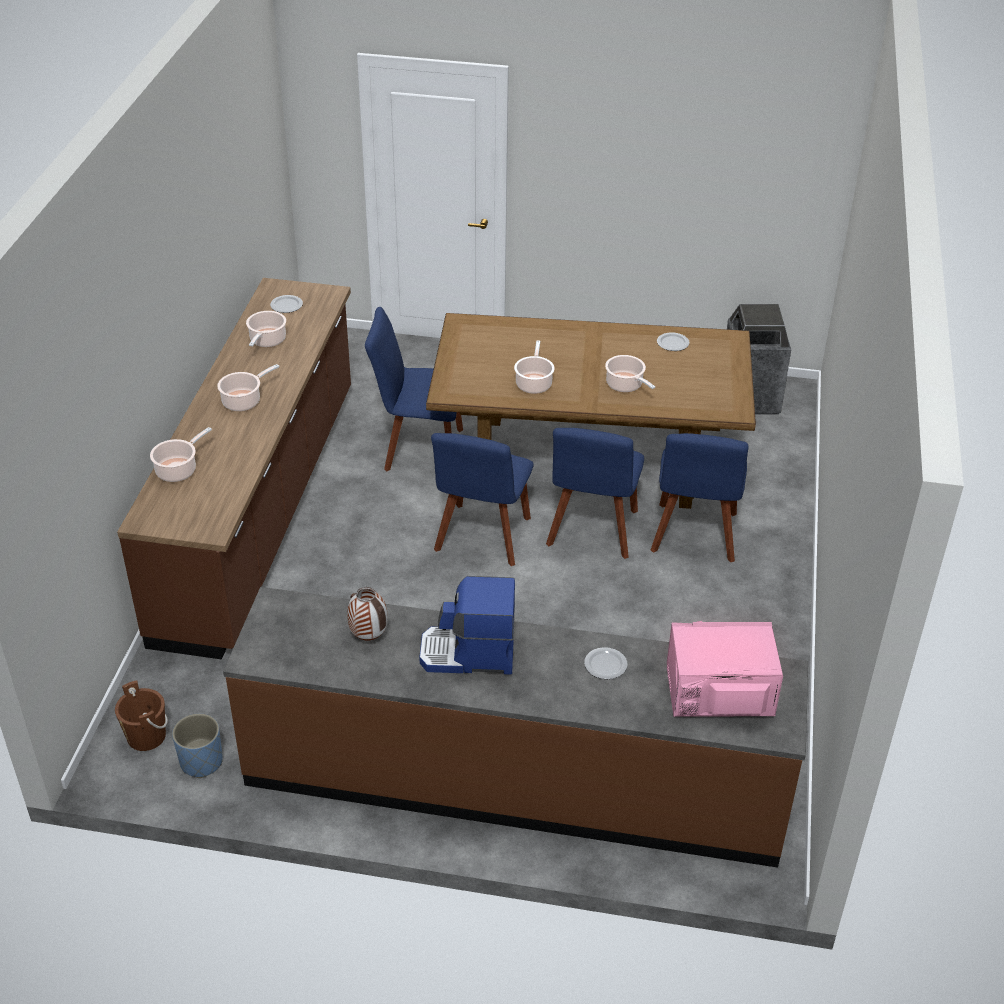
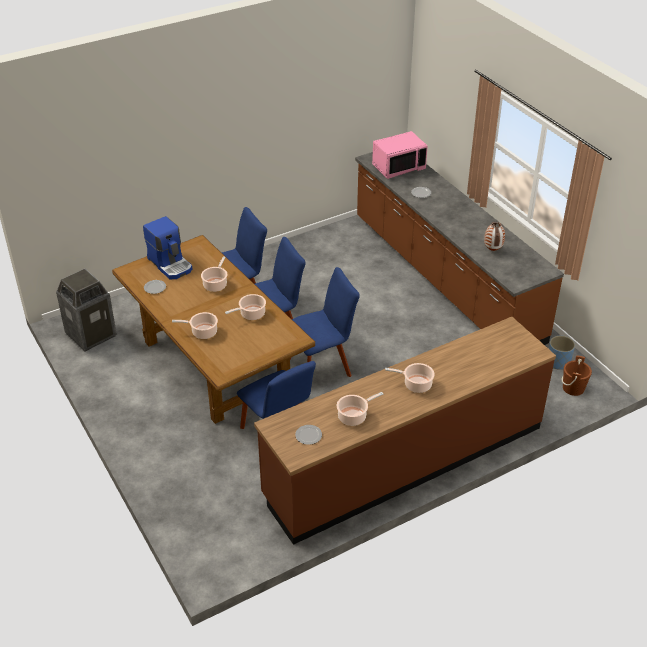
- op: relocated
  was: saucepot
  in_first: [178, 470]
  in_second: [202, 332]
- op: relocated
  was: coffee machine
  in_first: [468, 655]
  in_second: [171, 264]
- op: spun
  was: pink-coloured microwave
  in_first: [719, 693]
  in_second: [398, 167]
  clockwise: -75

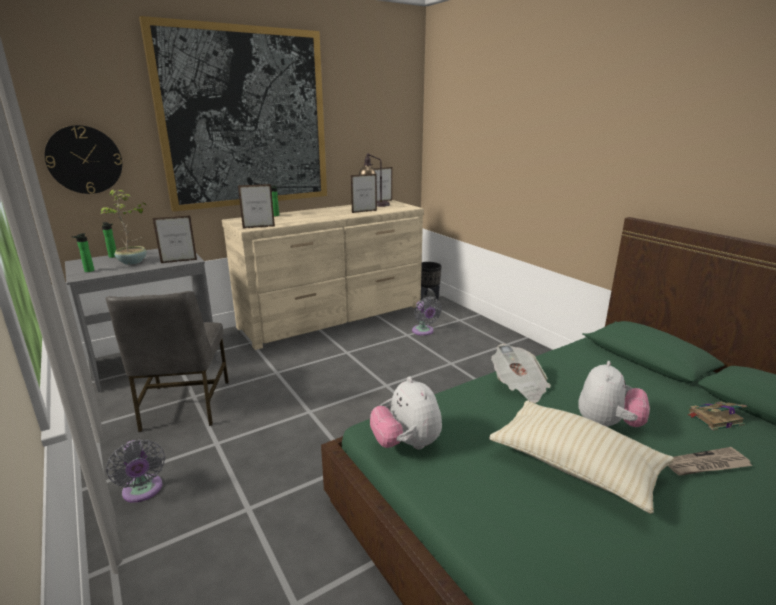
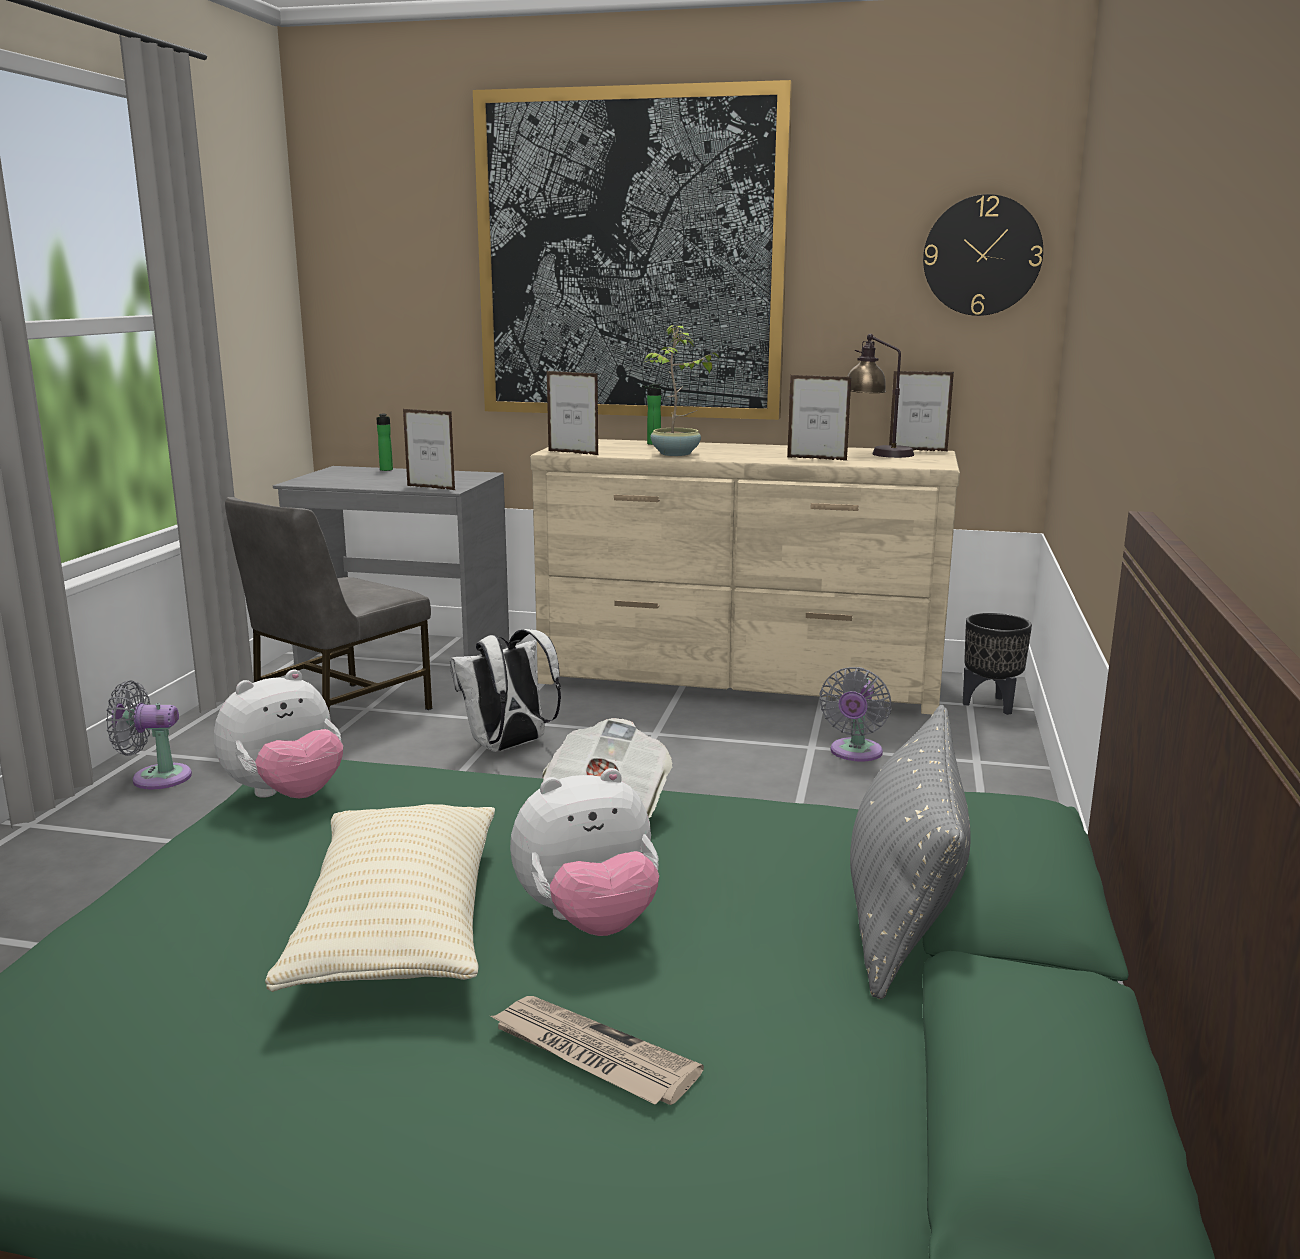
- op: relocated
  was: clock on the wall
  in_first: [84, 160]
  in_second: [982, 255]
- op: relocated
  was: houseplant
  in_first: [133, 262]
  in_second: [676, 454]
- op: missing
  was: bottle
  in_first: [88, 271]
- op: spun
  was: soft toy
  in_first: [406, 444]
  in_second: [286, 795]
  clockwise: -150
- op: missing
  was: volume
  in_first: [714, 418]
- op: spun
  was: greyish electric fan
  in_first: [143, 491]
  in_second: [155, 777]
  clockwise: 75
- op: appeared
  now: white backpack
  in_second: [508, 746]
- op: appeared
  now: greyish throw pillow
  in_second: [903, 911]

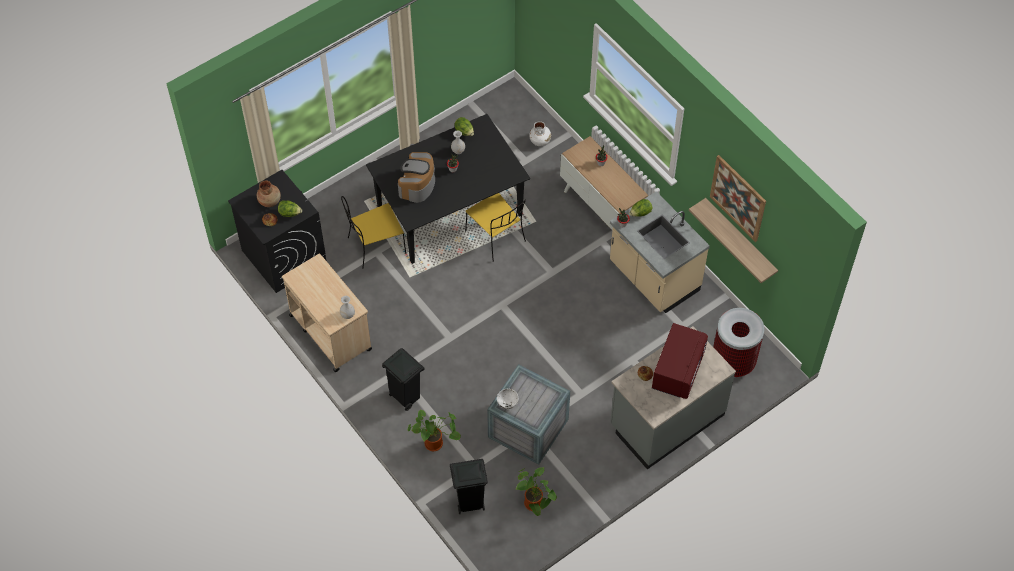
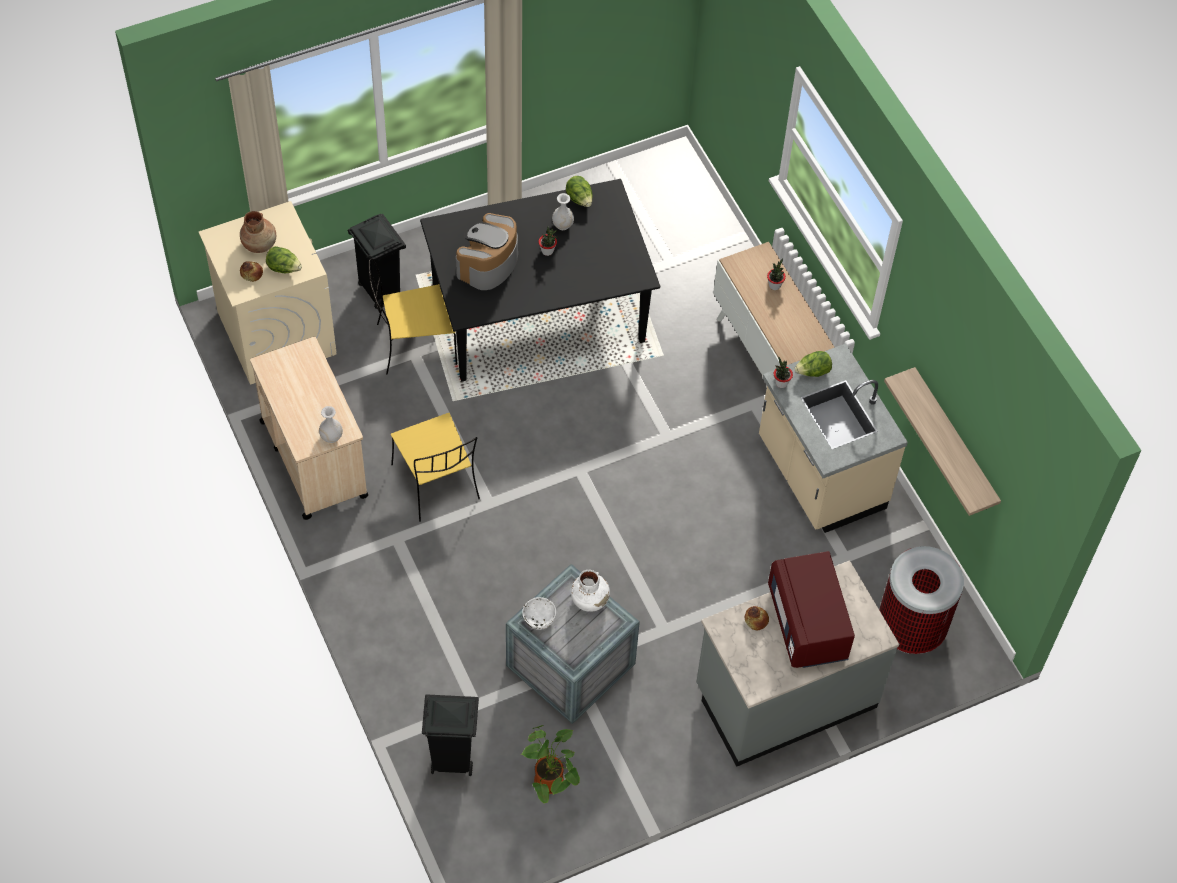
- op: relocated
  was: white vase
  in_first: [540, 141]
  in_second: [590, 599]
- op: missing
  was: wall picture
  in_first: [738, 198]
- op: colour
  was: blackish washing machine
  now: beige washing machine
  in_first: [283, 256]
  in_second: [276, 332]
- op: relocated
  was: yellowish plain chair
  in_first: [496, 237]
  in_second: [437, 484]
- op: spun
  was: red microwave
  in_first: [677, 370]
  in_second: [808, 624]
  clockwise: 135
- op: relocated
  was: blackish rubbish bin
  in_first: [405, 397]
  in_second: [380, 291]
- op: missing
  was: houseplant
  in_first: [436, 443]

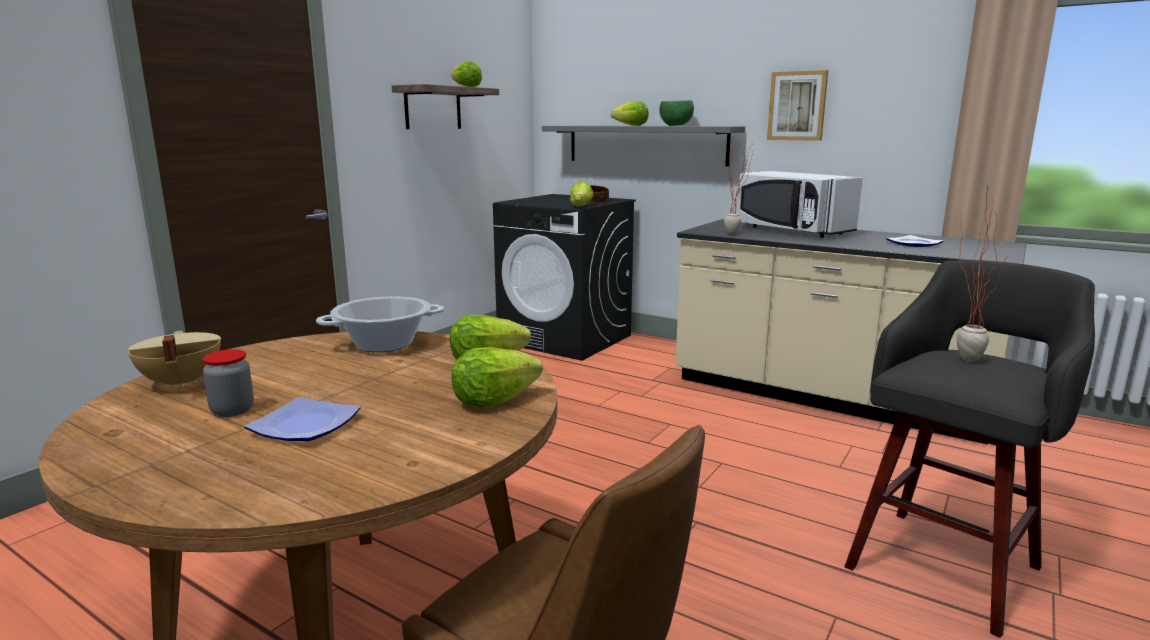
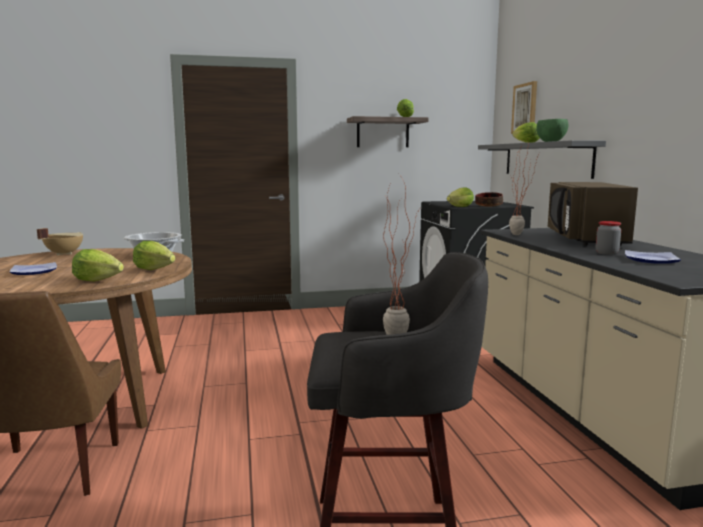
- op: relocated
  was: wall picture
  in_first: [797, 106]
  in_second: [525, 108]
- op: colour
  was: white microwave
  now: brown microwave
  in_first: [791, 230]
  in_second: [584, 239]
- op: relocated
  was: preserve jar
  in_first: [232, 410]
  in_second: [606, 253]

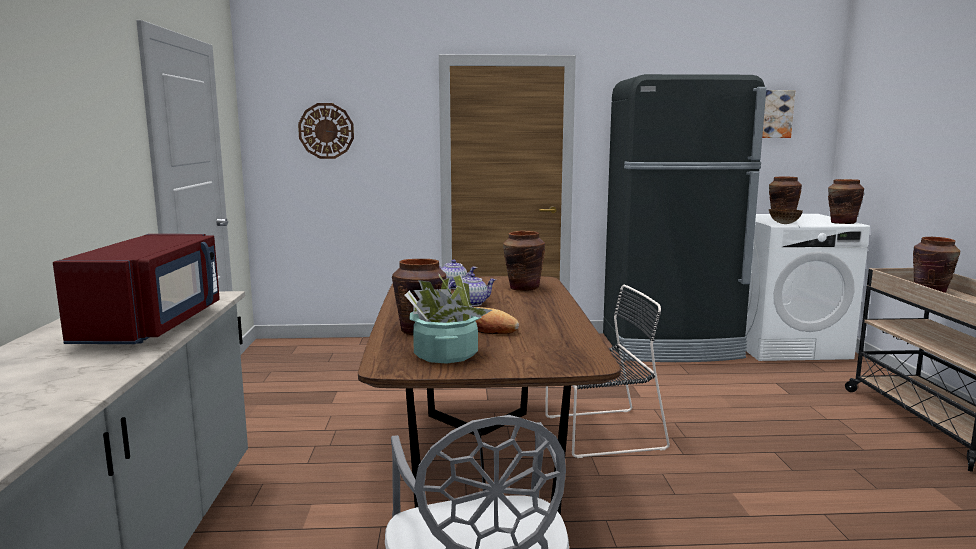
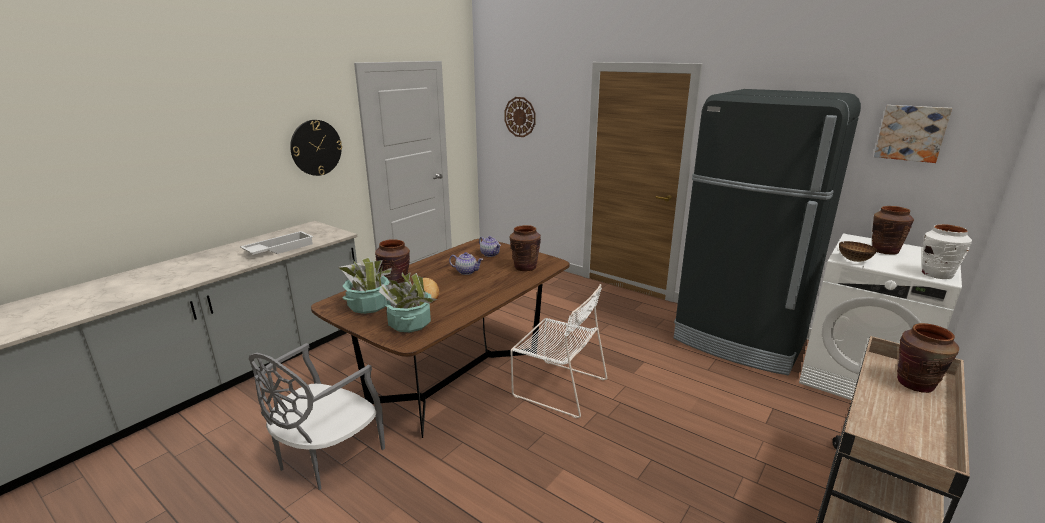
- op: colour
  was: brown vase
  now: white vase
  in_first: [842, 223]
  in_second: [936, 274]
- op: exchanged
  was: red microwave
  now: white serving tray
  in_first: [154, 325]
  in_second: [279, 248]
- op: colour
  was: blackish plain chair
  now: white plain chair
  in_first: [599, 432]
  in_second: [557, 386]
- op: appeared
  now: clock on the wall
  in_second: [316, 147]
- op: appeared
  now: houseplant
  in_second: [409, 323]

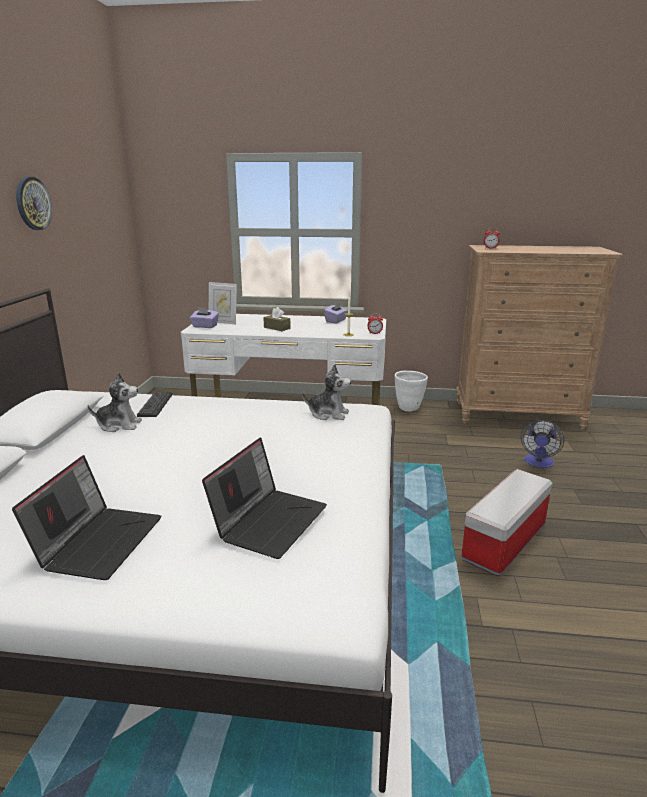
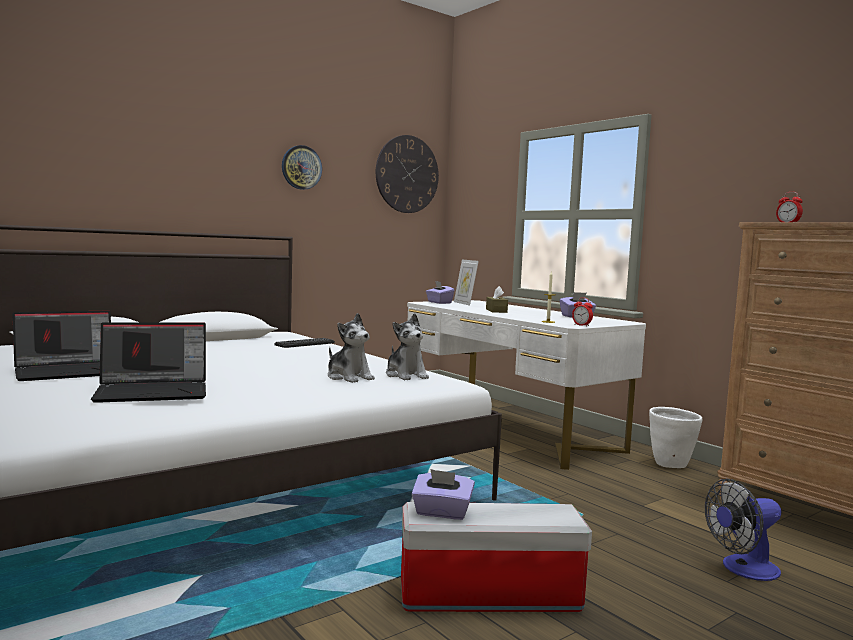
- op: relocated
  was: soft toy
  in_first: [119, 425]
  in_second: [349, 377]
- op: appeared
  now: clock on the wall
  in_second: [407, 174]
- op: appeared
  now: purple-coloured box of tissues
  in_second: [442, 513]

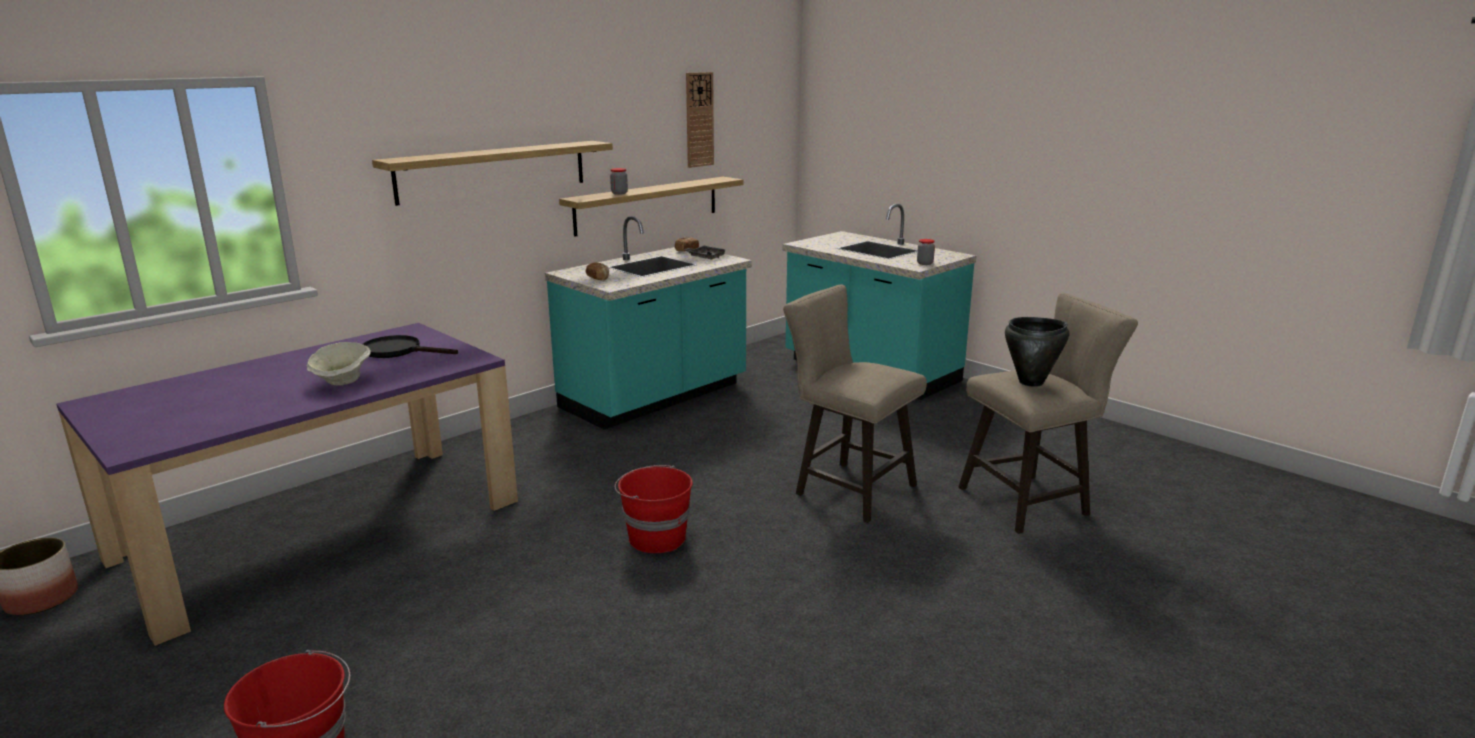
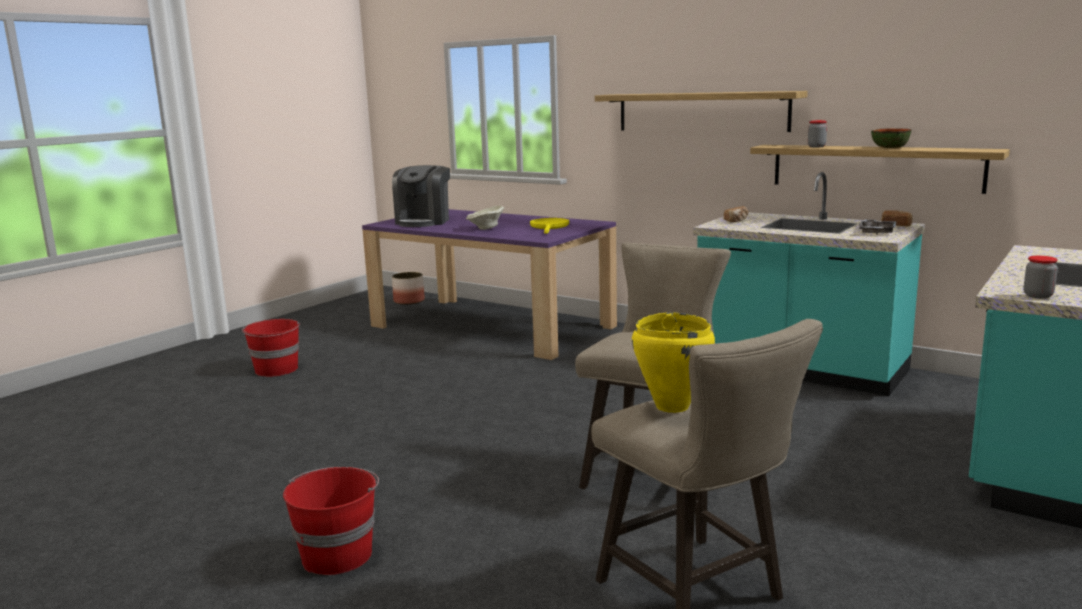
- op: missing
  was: clock on the wall
  in_first: [699, 120]
- op: colour
  was: blackish saucepot
  now: yellowish saucepot
  in_first: [1031, 382]
  in_second: [671, 406]
- op: colour
  was: blackish skillet
  now: yellowish skillet
  in_first: [399, 351]
  in_second: [549, 227]
- op: relocated
  was: red bucket
  in_first: [655, 538]
  in_second: [337, 554]
- op: appeared
  now: deep dish
  in_second: [889, 148]
- op: appeared
  now: coffee machine
  in_second: [424, 221]

